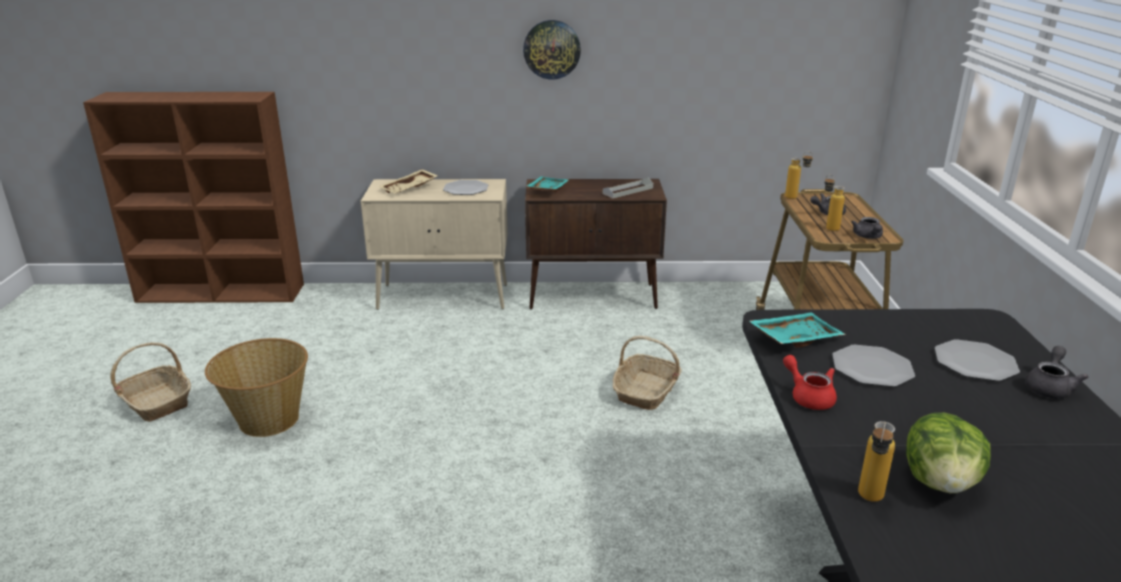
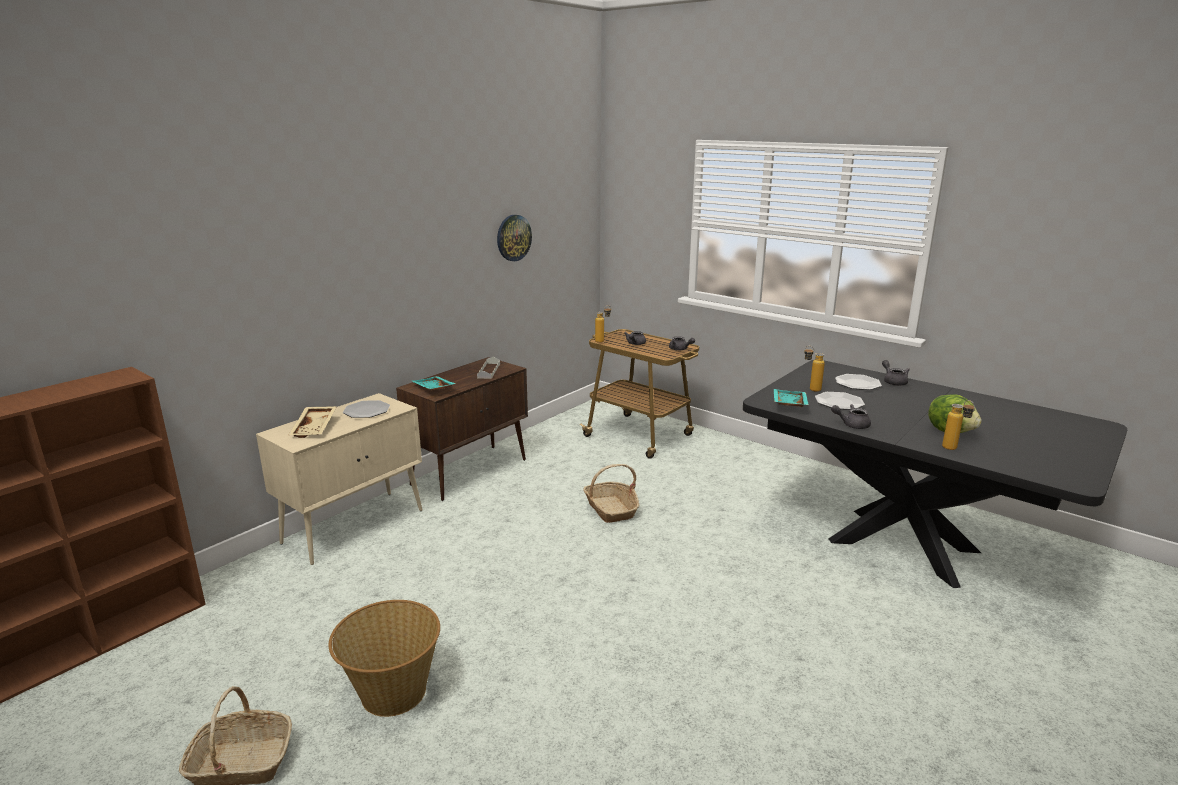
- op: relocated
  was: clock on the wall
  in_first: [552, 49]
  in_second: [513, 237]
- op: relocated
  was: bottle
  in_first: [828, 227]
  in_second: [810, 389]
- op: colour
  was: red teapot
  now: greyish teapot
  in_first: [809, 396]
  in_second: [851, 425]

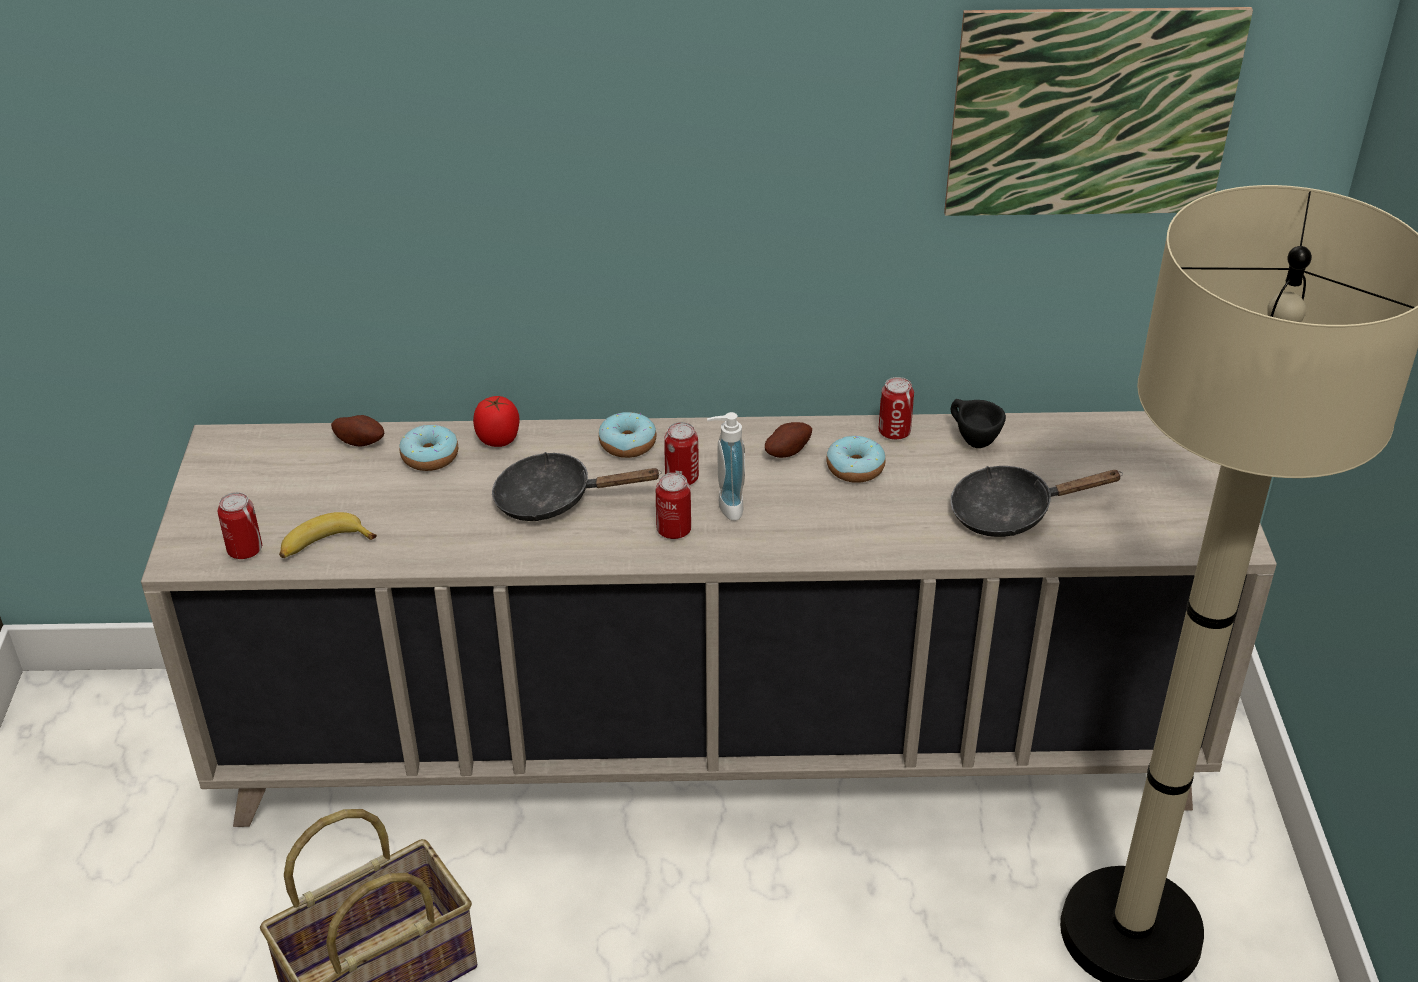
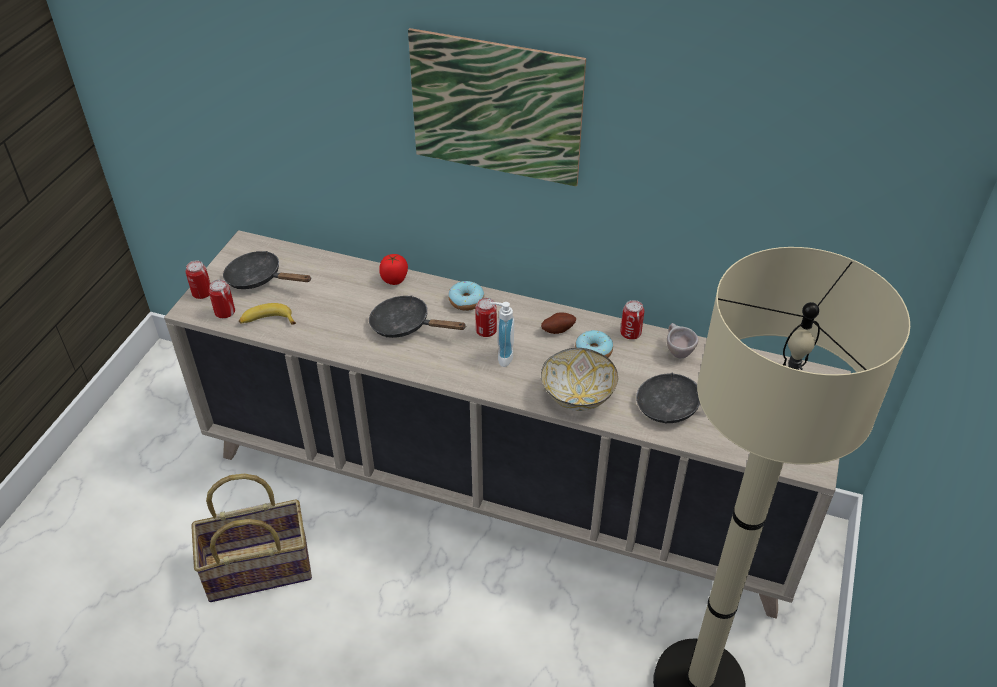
- op: relocated
  was: wall picture
  in_first: [1091, 113]
  in_second: [496, 108]
- op: colour
  was: blackish drinking cup
  now: beige drinking cup
  in_first: [971, 440]
  in_second: [676, 351]
- op: missing
  was: whole potato
  in_first: [360, 441]
- op: missing
  was: doughnut
  in_first: [430, 457]
- op: relocated
  was: metal can
  in_first: [673, 530]
  in_second: [202, 293]
- op: appeared
  now: blackish skillet
  in_second: [259, 279]
- op: appeared
  now: deep dish
  in_second: [577, 397]

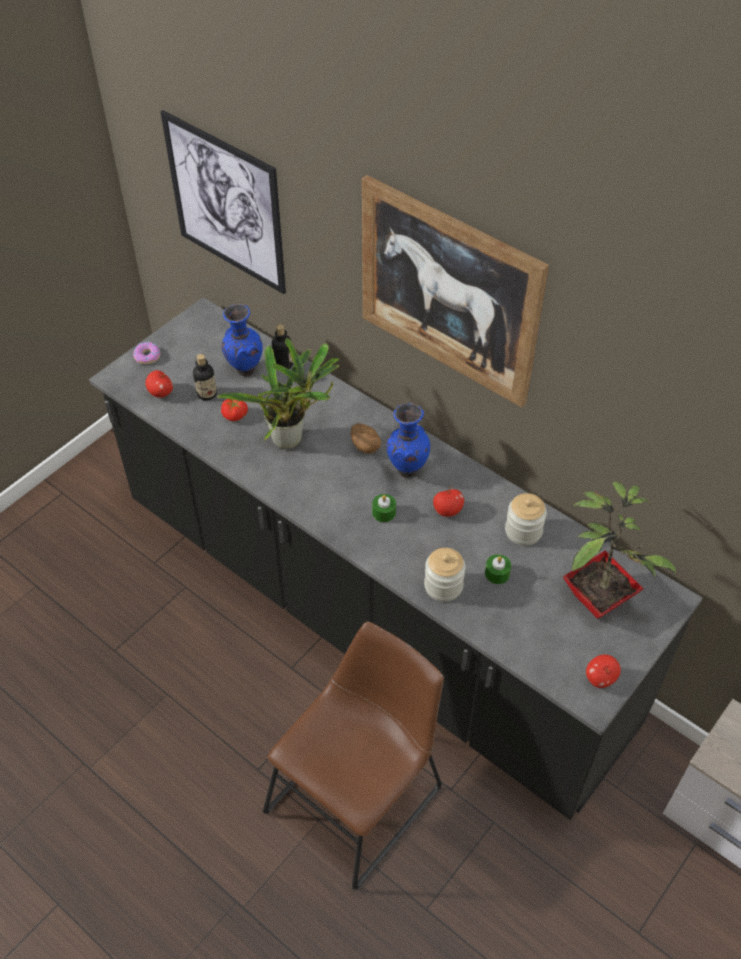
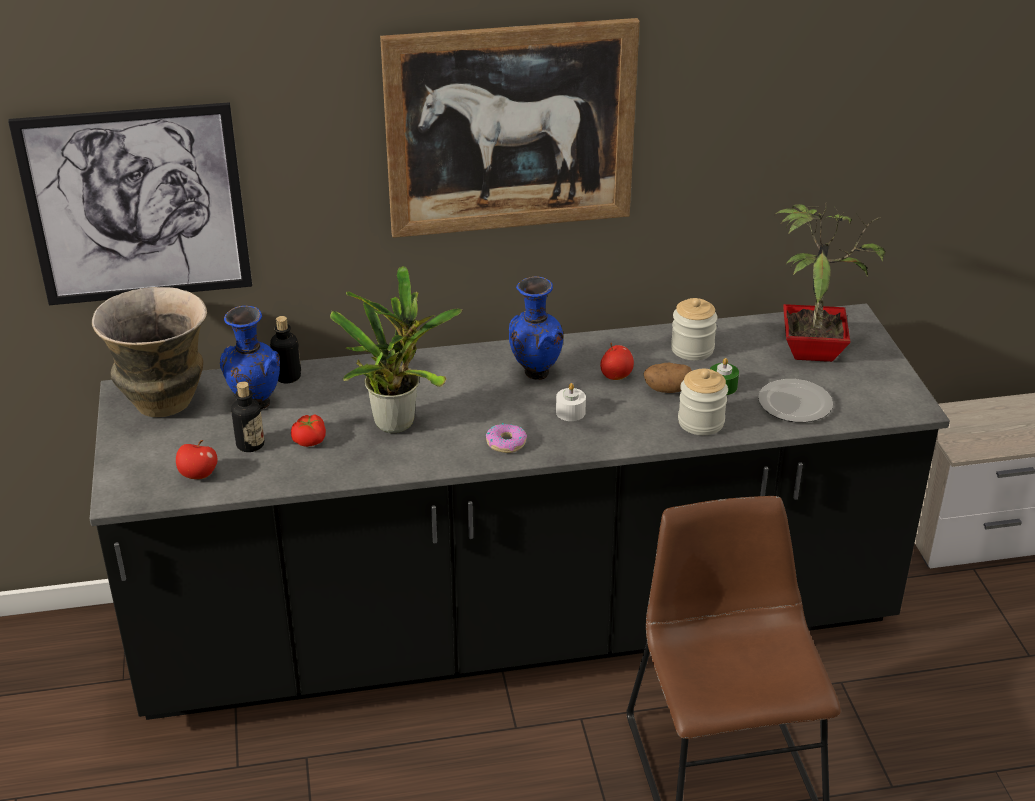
- op: relocated
  was: doughnut
  in_first: [147, 356]
  in_second: [506, 443]
- op: relocated
  was: whole potato
  in_first: [365, 446]
  in_second: [667, 389]
- op: colour
  was: greenish wax candle
  now: white wax candle
  in_first: [384, 512]
  in_second: [570, 412]
- op: missing
  was: whole apple
  in_first: [600, 678]
- op: appeared
  now: vase
  in_second: [163, 401]
- op: appeared
  now: flat dish
  in_second: [794, 404]

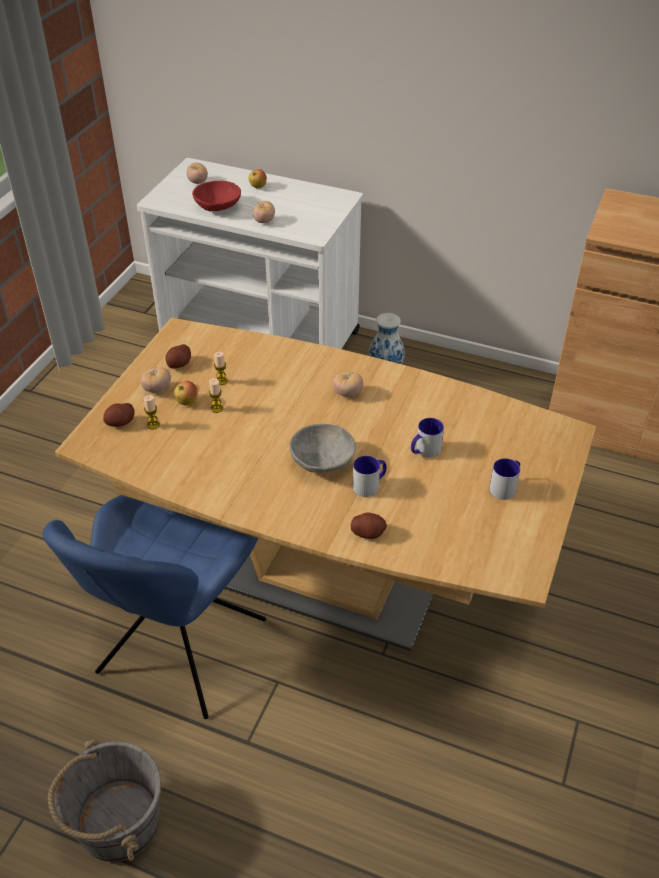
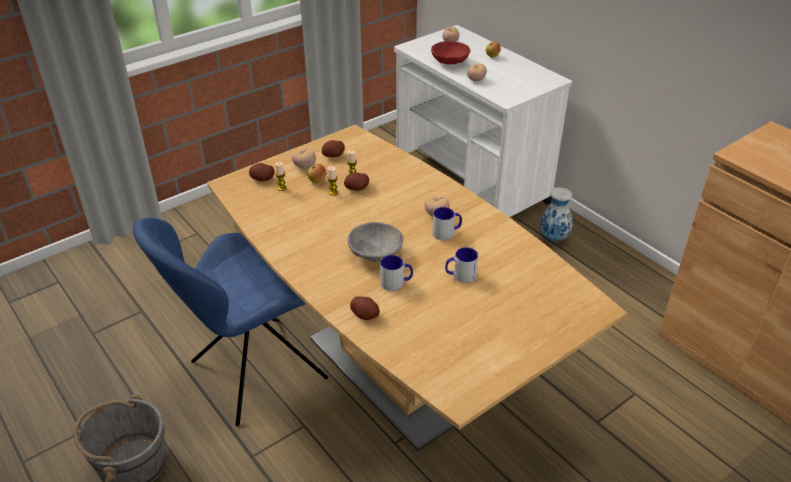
- op: relocated
  was: mug
  in_first: [505, 487]
  in_second: [447, 233]
- op: appeared
  now: whole potato
  in_second: [357, 188]

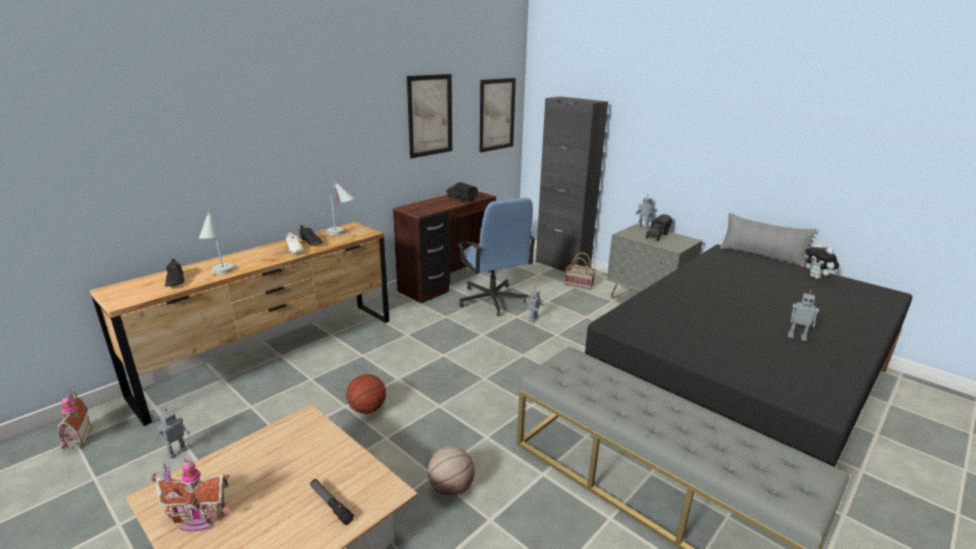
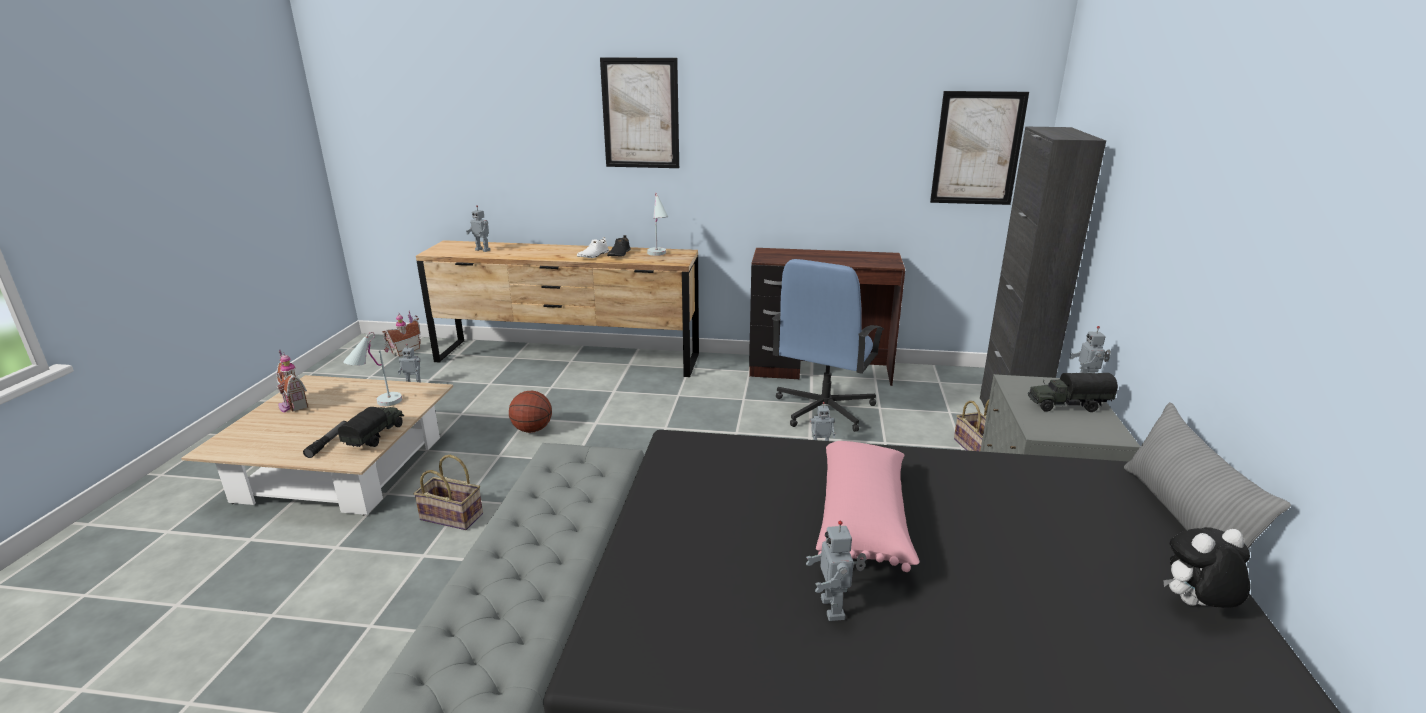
- op: relocated
  was: wall picture
  in_first: [430, 115]
  in_second: [640, 113]
- op: relocated
  was: model truck
  in_first: [461, 199]
  in_second: [376, 436]
- op: relocated
  was: white table lamp
  in_first: [220, 274]
  in_second: [378, 404]
- op: spun
  was: soft toy
  in_first: [817, 278]
  in_second: [1195, 606]
  clockwise: 45
- op: exchanged
  was: blackish item of footwear
  now: robot figure
  in_first: [175, 280]
  in_second: [483, 250]
- op: exchanged
  was: basketball ball
  now: storage basket
  in_first: [451, 488]
  in_second: [453, 516]
- op: appeared
  now: pink-coloured throw pillow
  in_second: [864, 519]

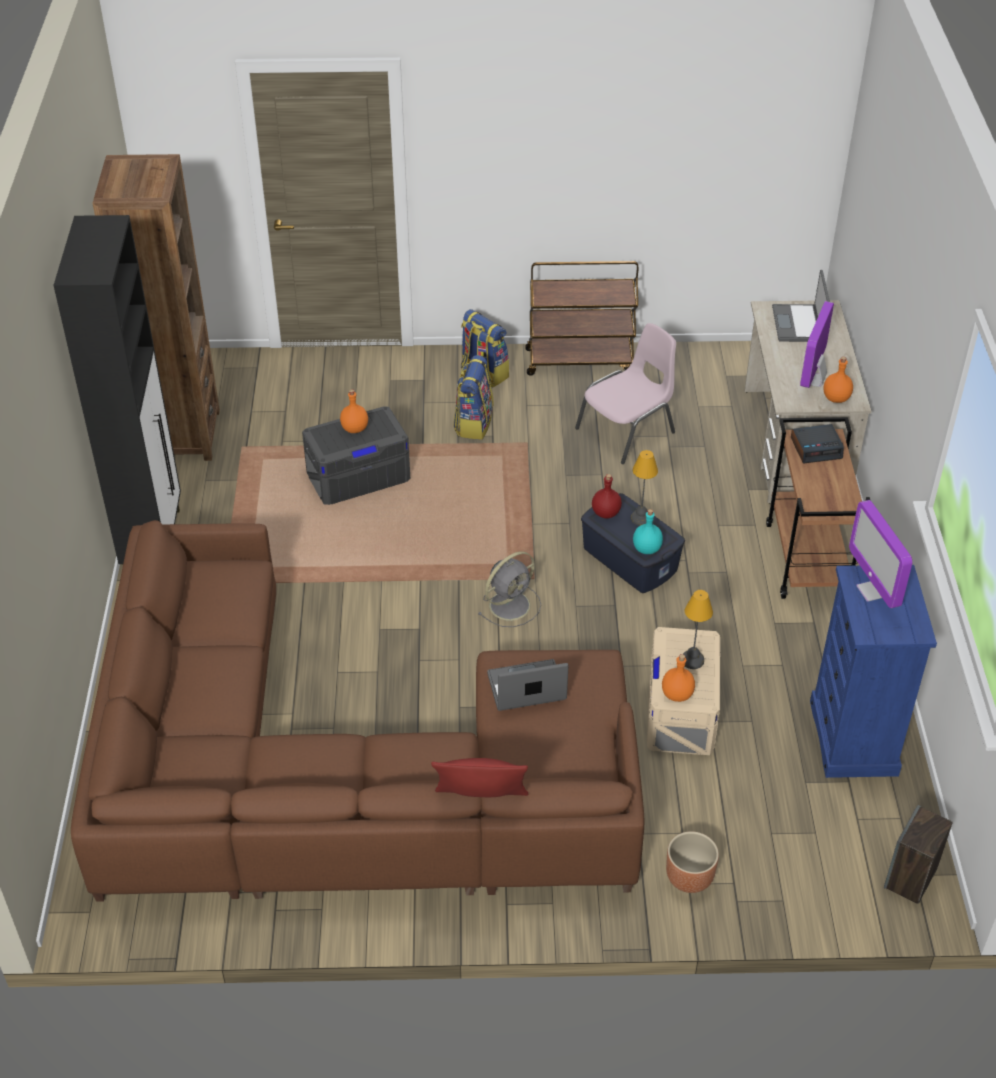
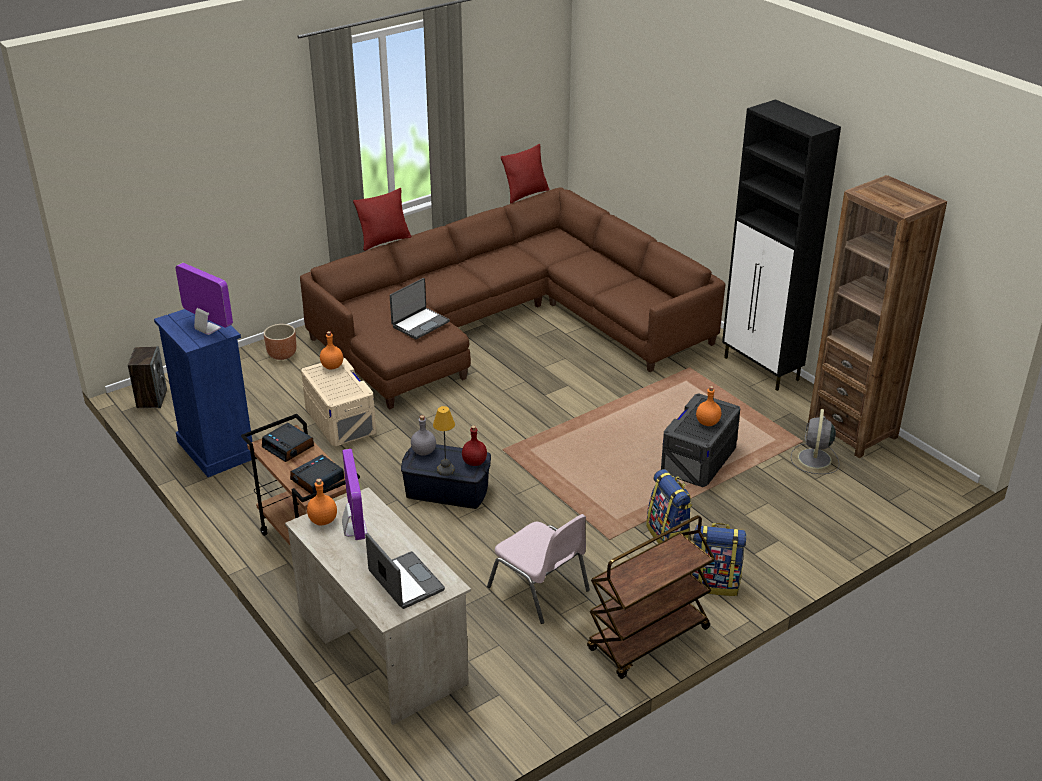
- op: spun
  was: pink-coloured plain chair
  in_first: [627, 431]
  in_second: [540, 589]
  clockwise: -60
- op: colour
  was: turquoise bottle
  now: greyish bottle
  in_first: [647, 548]
  in_second: [424, 452]
- op: relocated
  was: greyish electric fan
  in_first: [511, 604]
  in_second: [814, 459]
- op: missing
  was: table lamp
  in_first: [691, 660]
- op: appeared
  now: red throw pillow
  in_second: [525, 194]
- op: appeared
  now: alarm clock
  in_second: [288, 447]

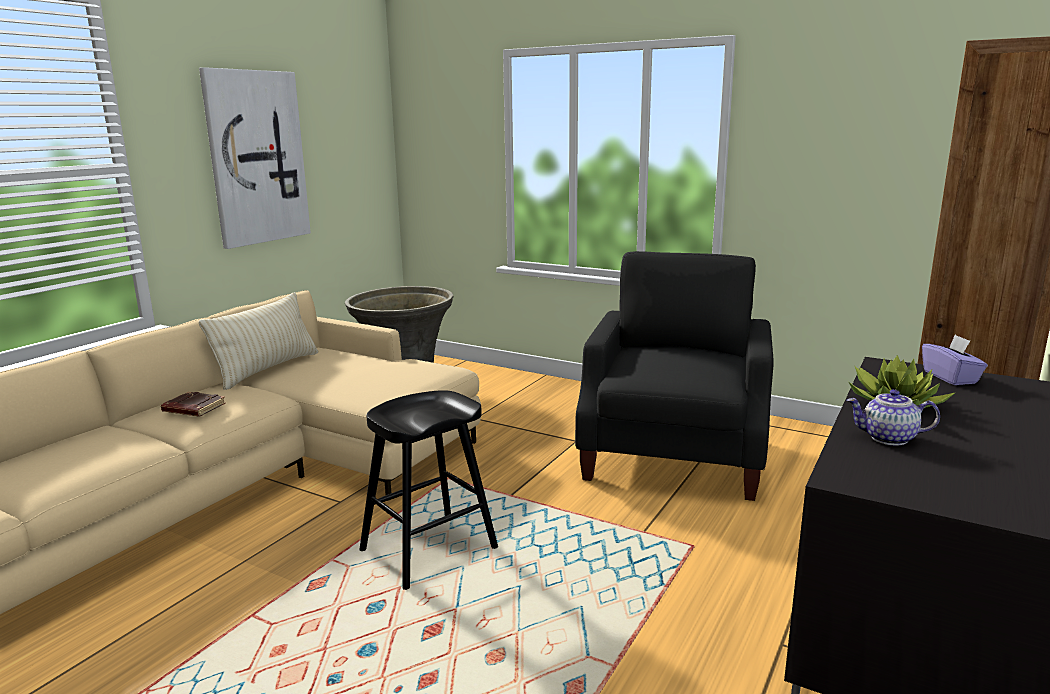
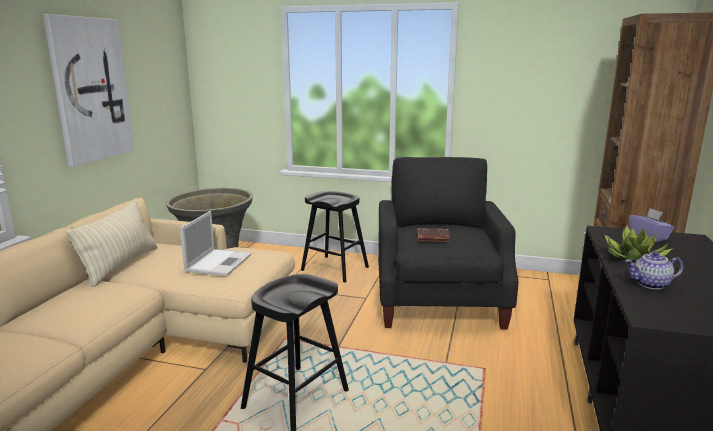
- op: relocated
  was: brown volume
  in_first: [193, 409]
  in_second: [432, 238]
- op: appeared
  now: blackish stool
  in_second: [334, 269]
- op: appeared
  now: portable computer
  in_second: [219, 262]

